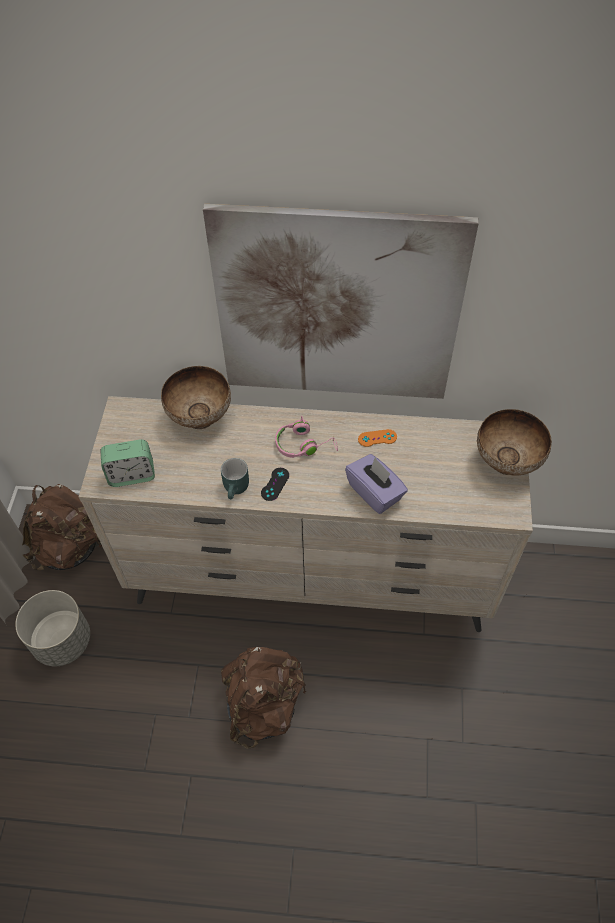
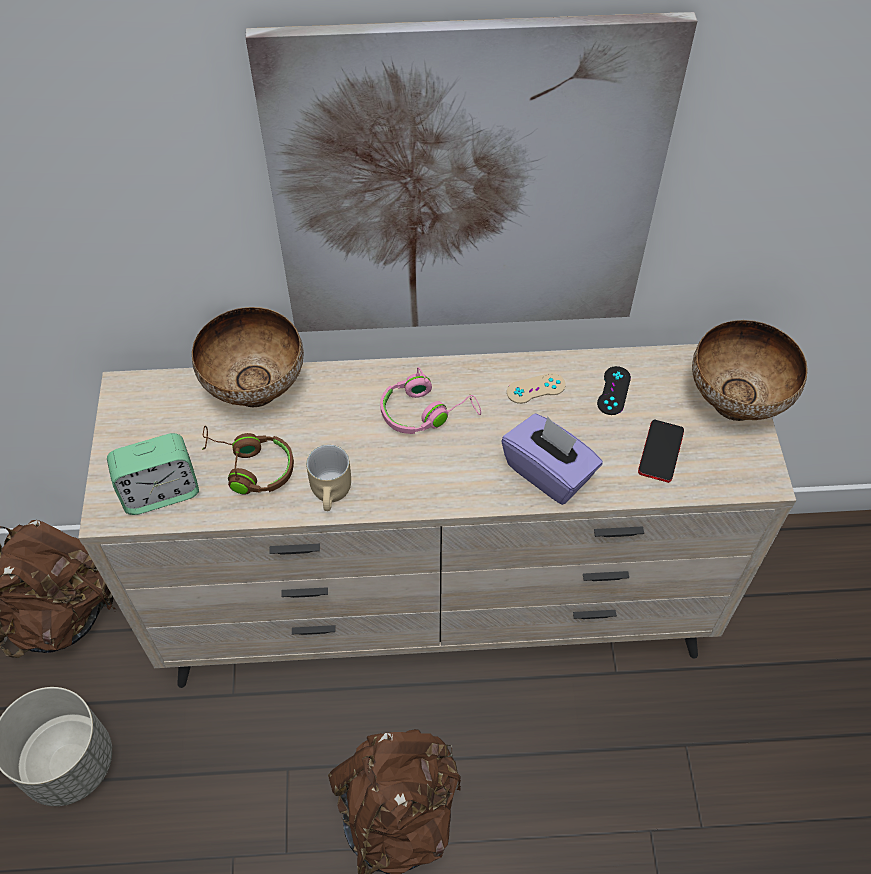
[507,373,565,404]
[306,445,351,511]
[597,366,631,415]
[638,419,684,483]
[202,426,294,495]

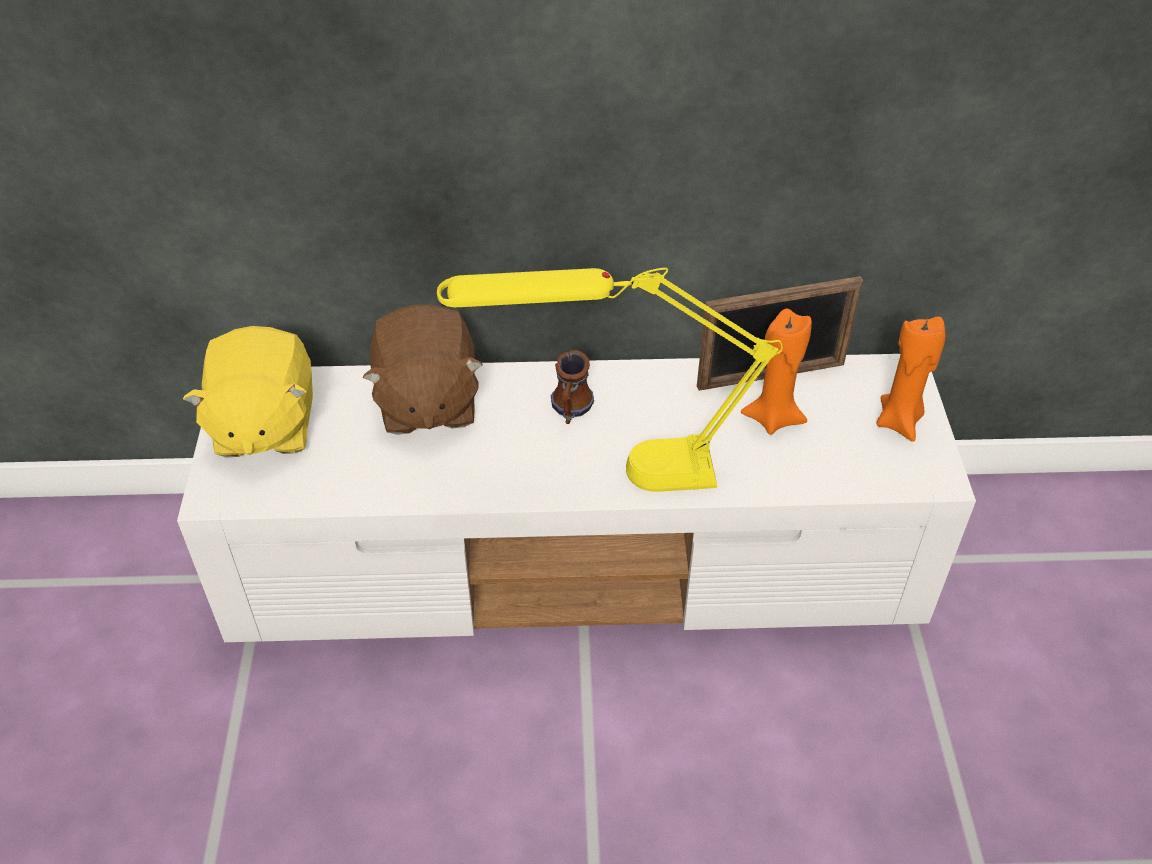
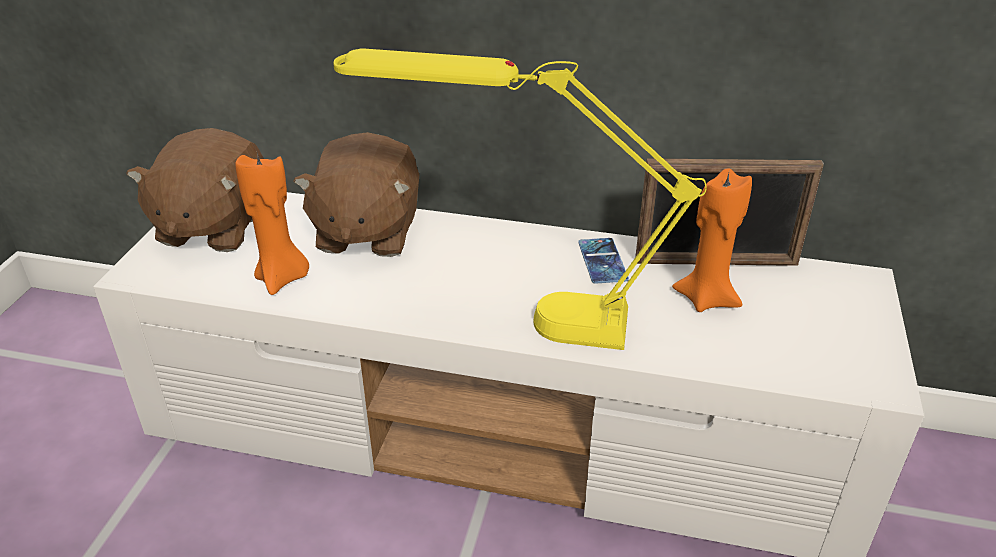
[235,153,309,295]
[126,128,264,252]
[551,350,594,424] (first image)
[578,238,629,284]

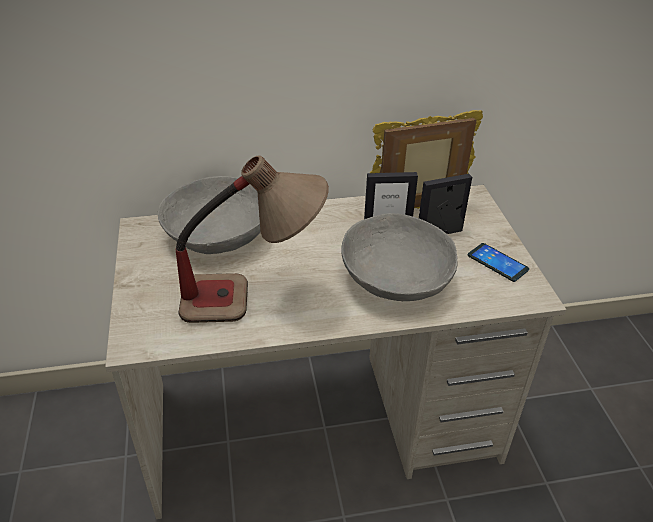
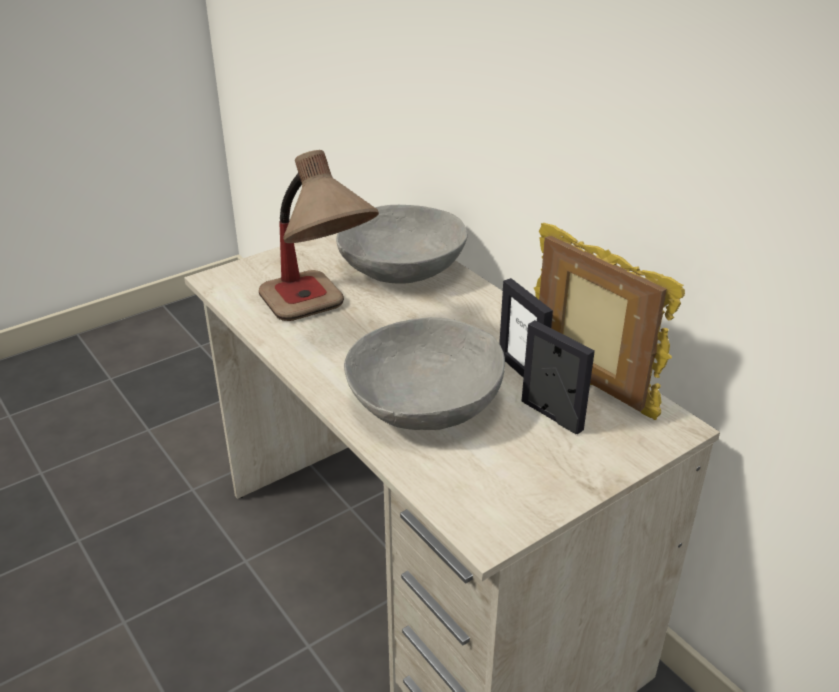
[468,243,529,282] (first image)

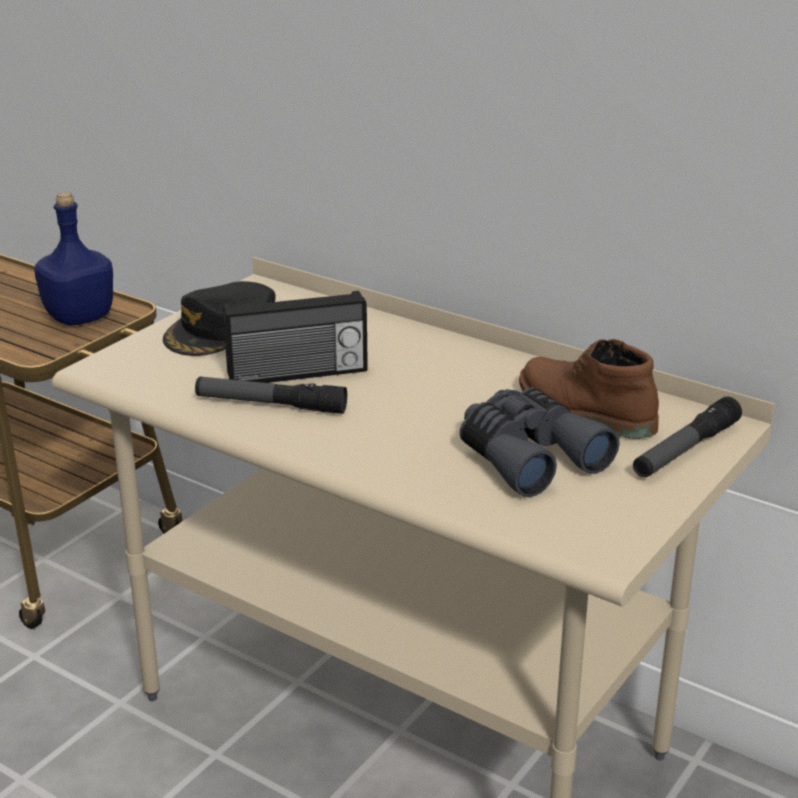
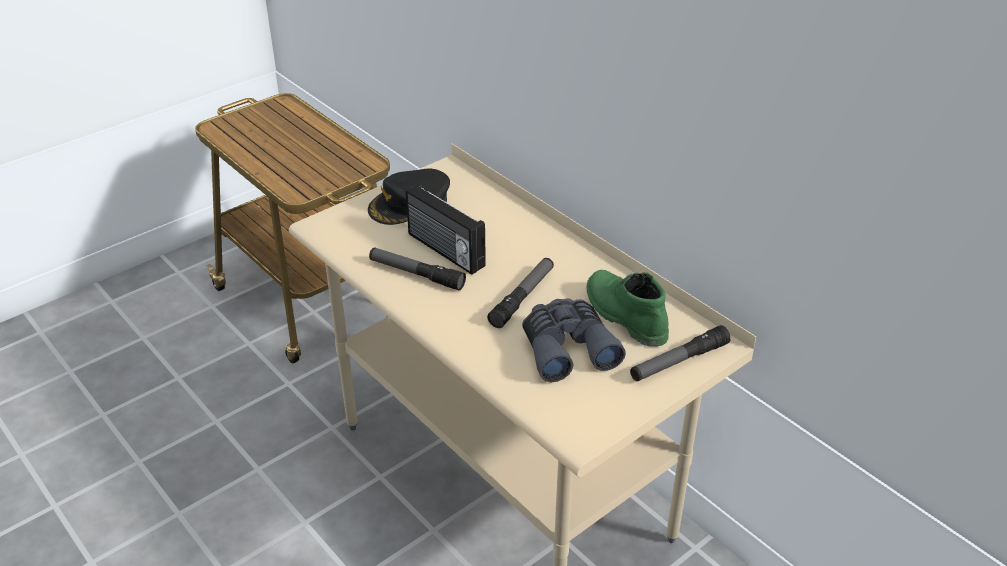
[34,192,113,326] (first image)
[406,184,486,275]
[586,270,669,347]
[487,258,554,328]

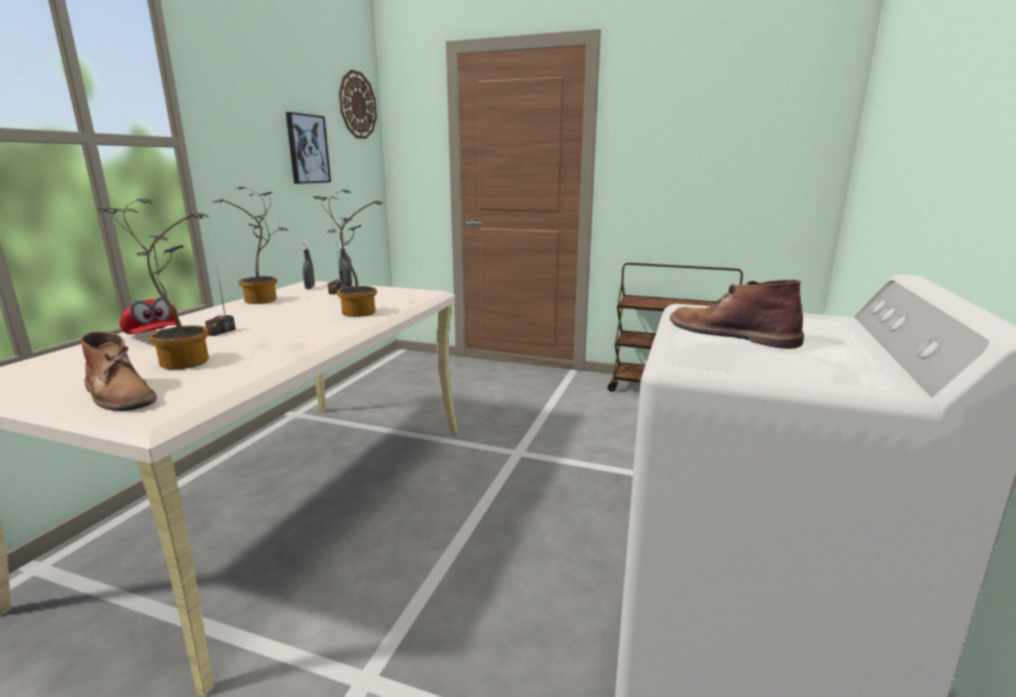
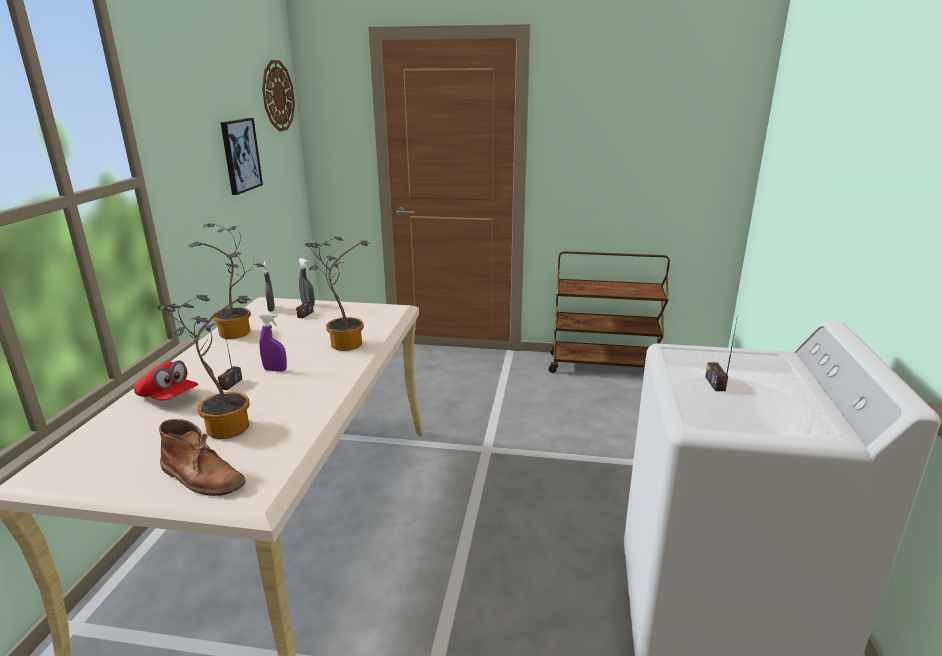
[705,315,738,391]
[259,313,287,372]

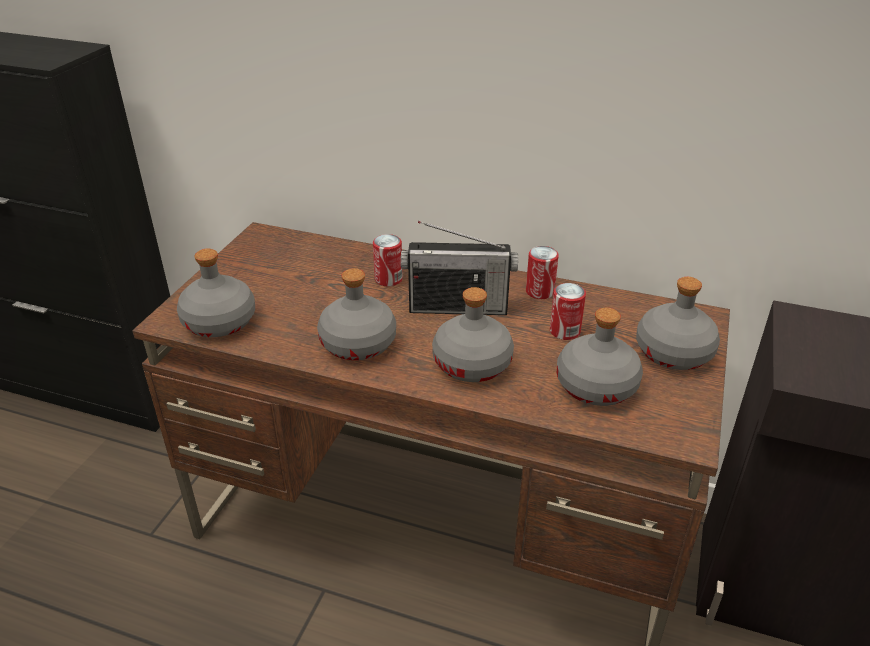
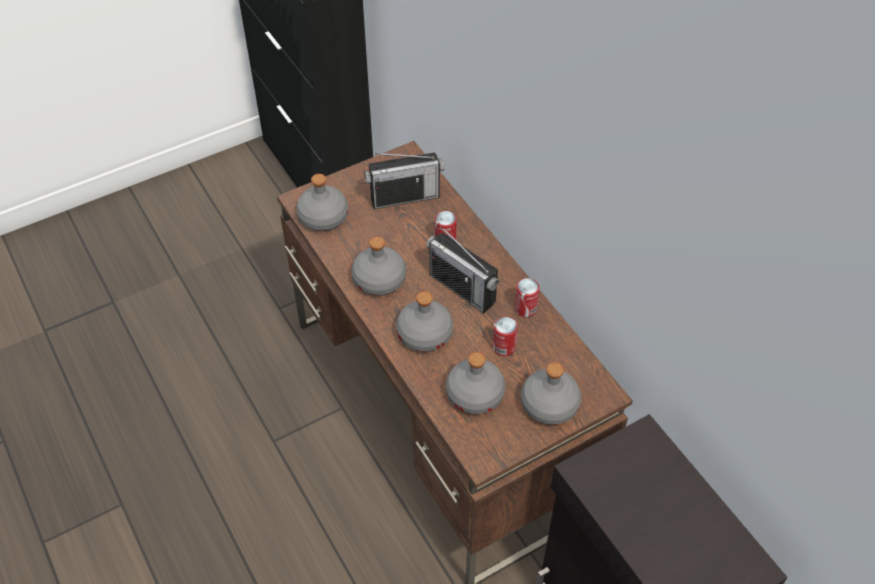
[364,153,444,209]

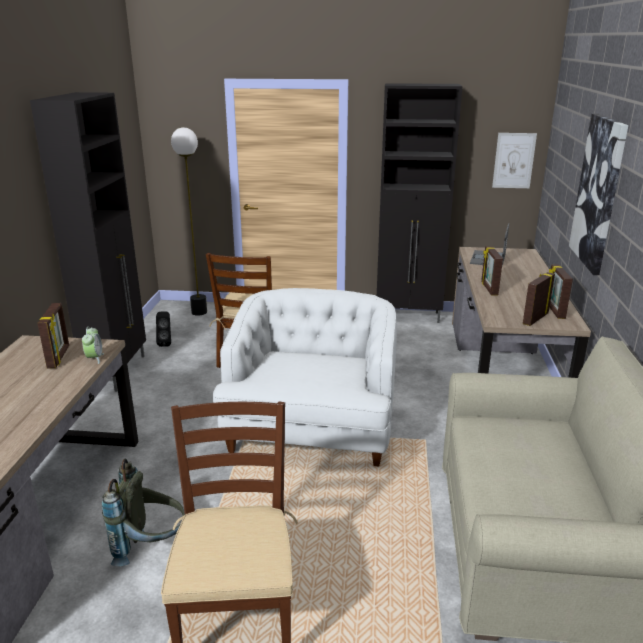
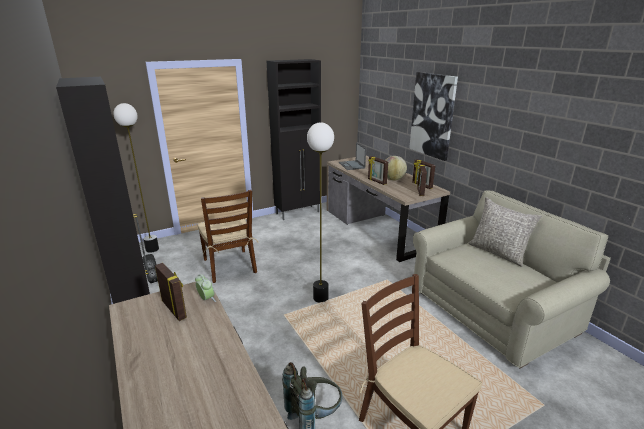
[492,133,537,188] (first image)
[307,122,334,303]
[385,156,407,180]
[469,197,542,267]

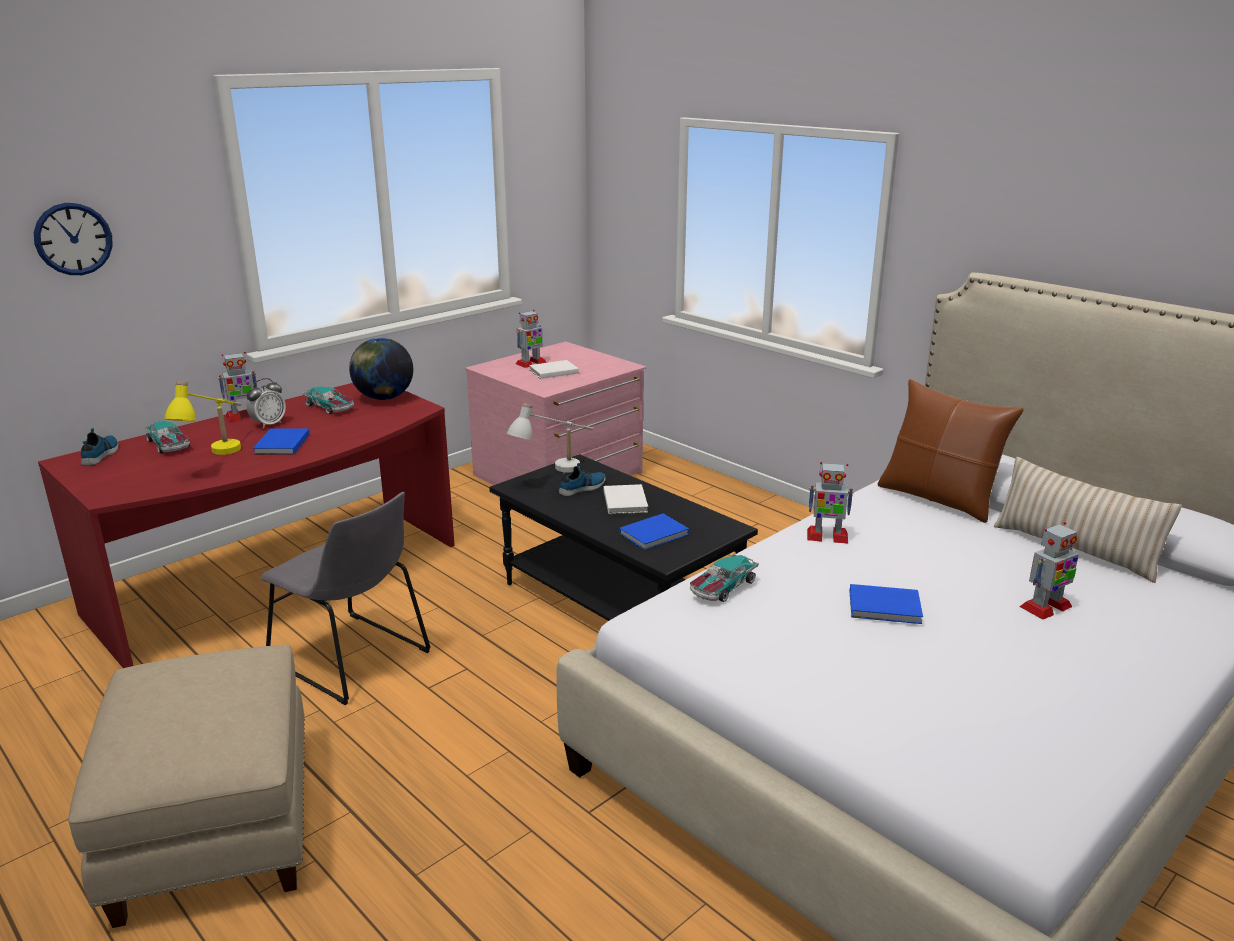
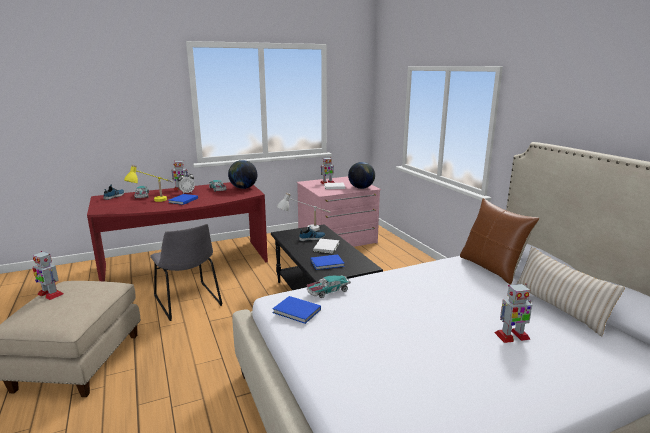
[34,203,113,275] (first image)
[33,251,63,300]
[272,296,321,324]
[348,162,375,189]

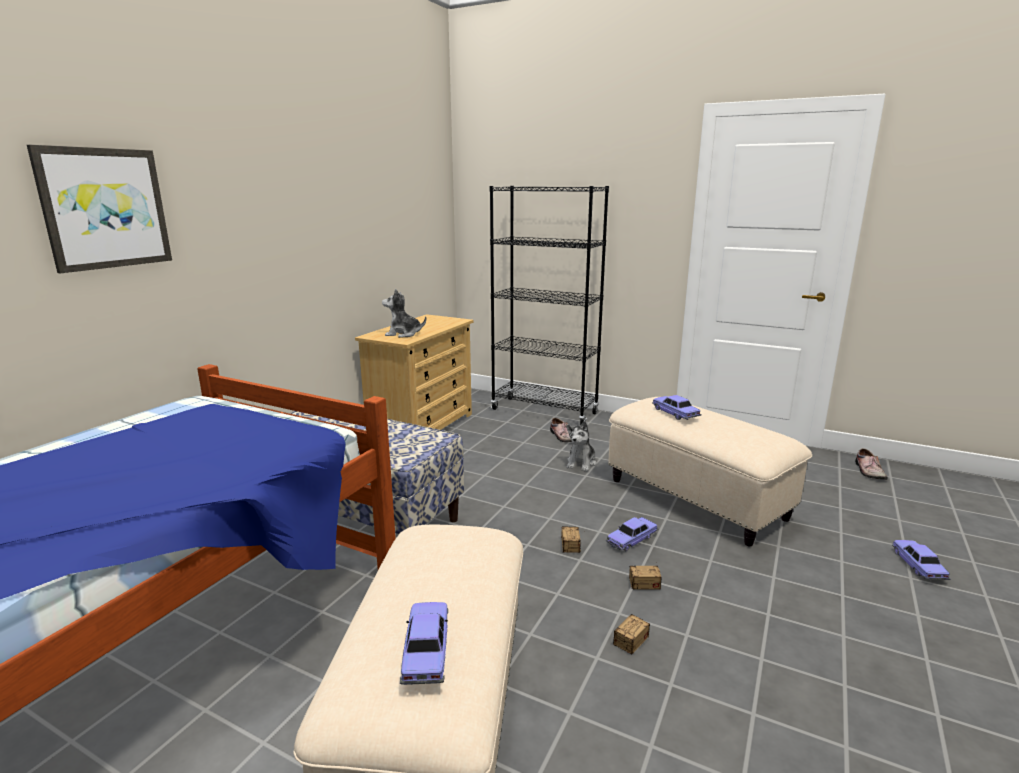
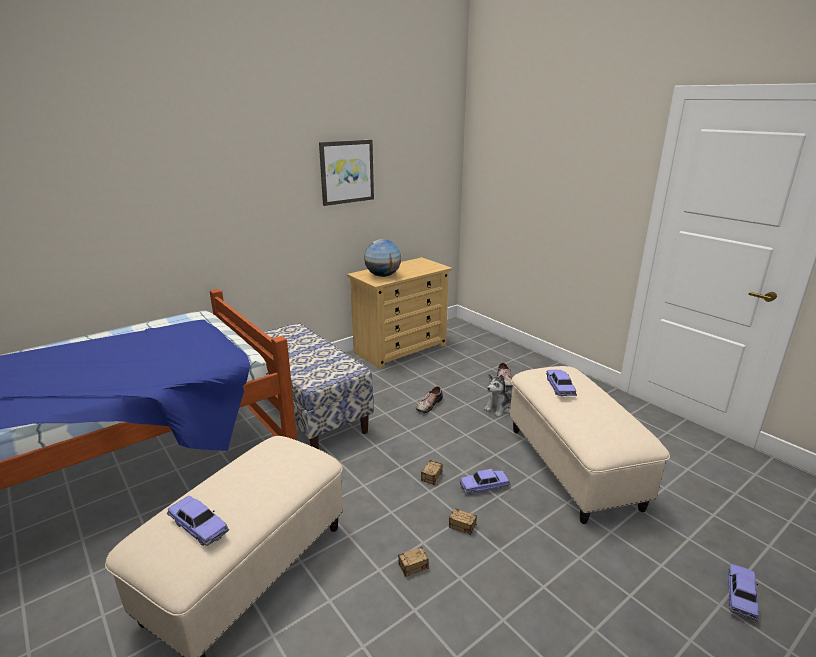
[319,140,374,206]
[490,186,609,425] (first image)
[364,239,401,277]
[416,386,443,413]
[167,496,229,546]

